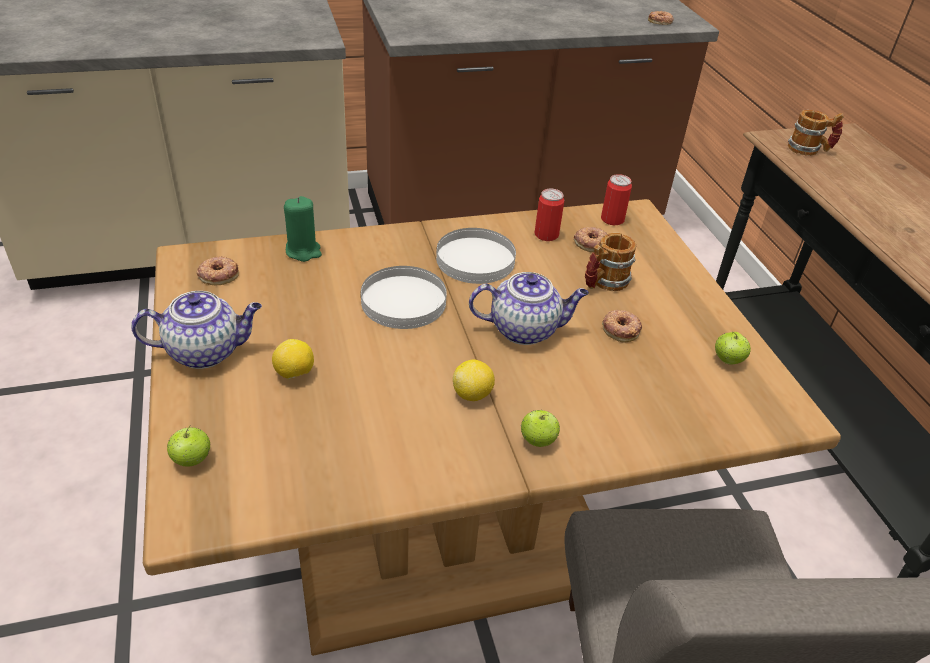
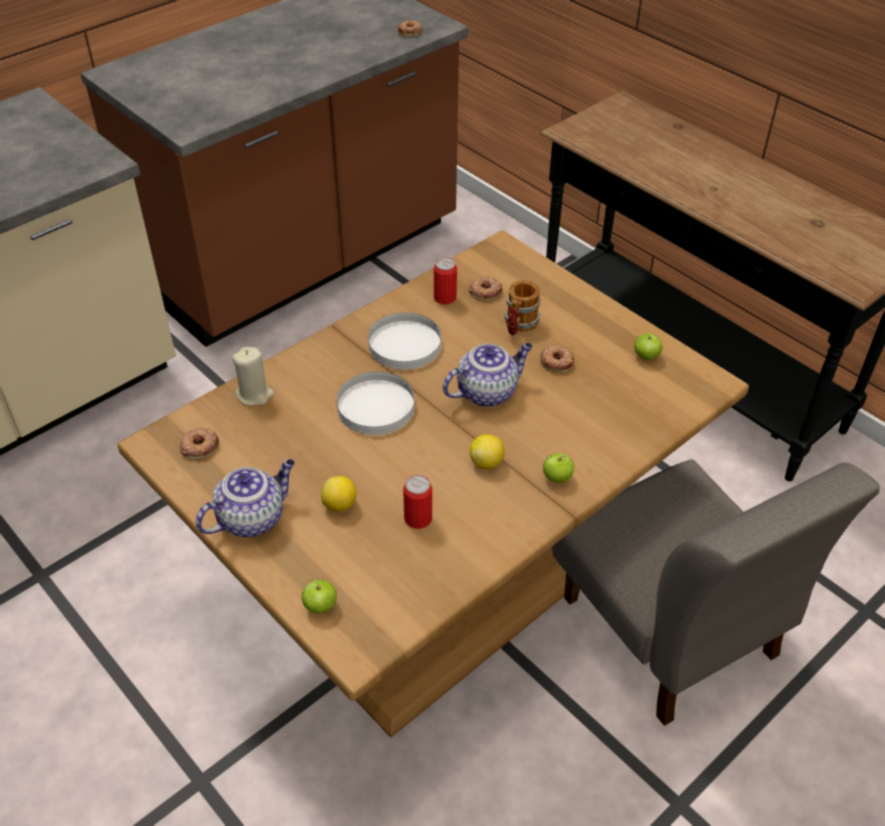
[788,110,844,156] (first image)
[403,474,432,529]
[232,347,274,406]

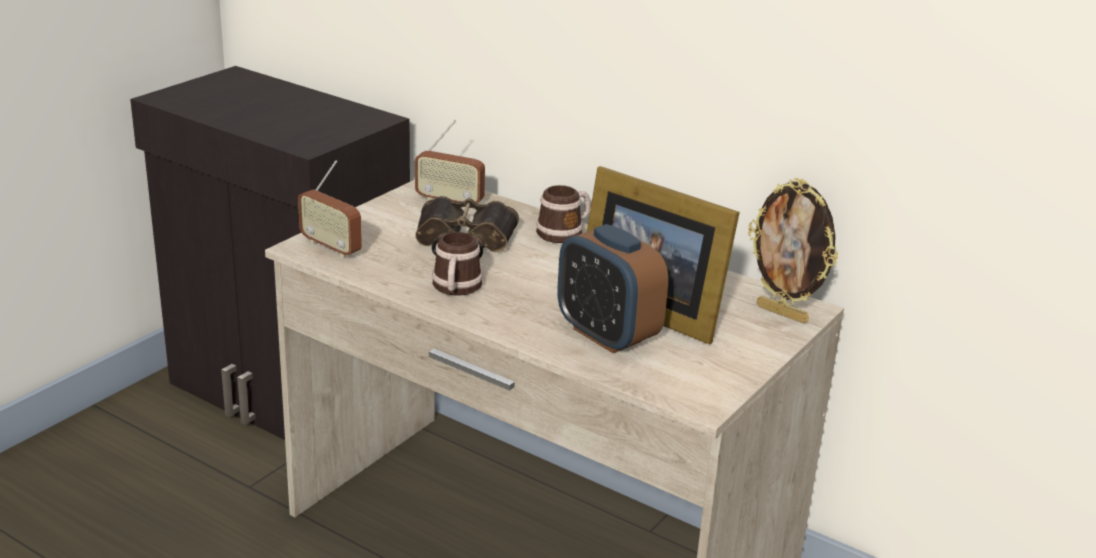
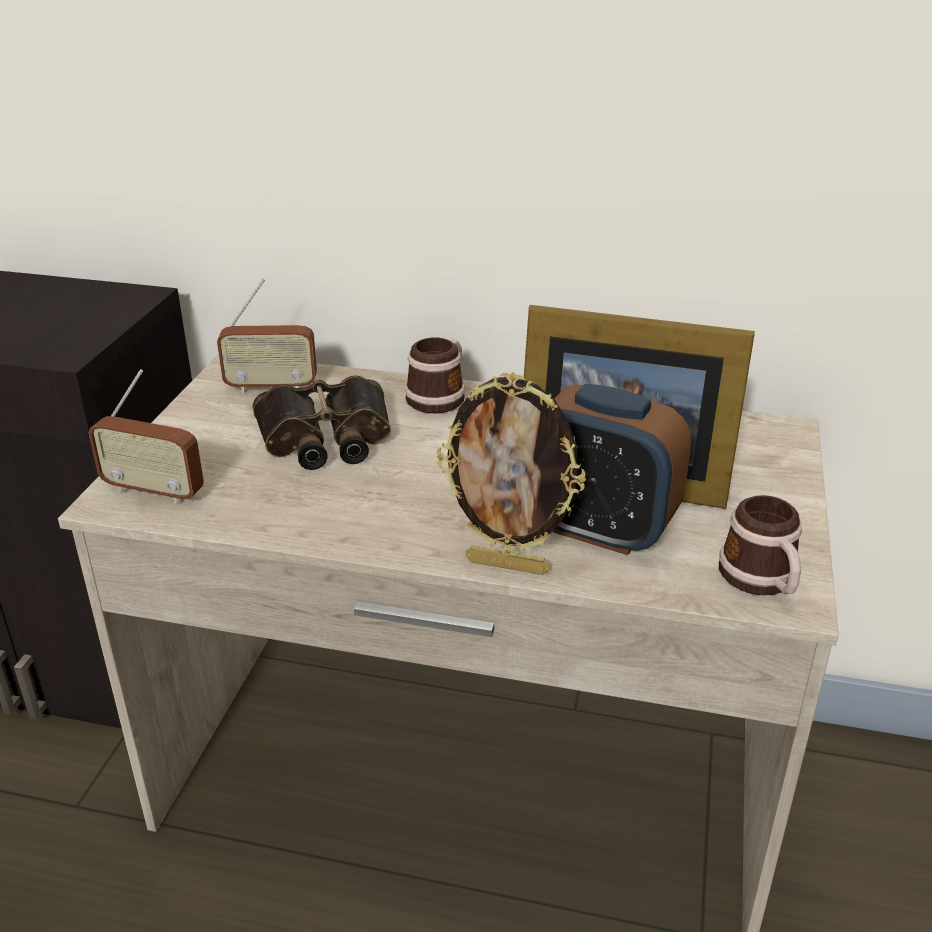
[437,372,586,575]
[719,495,802,595]

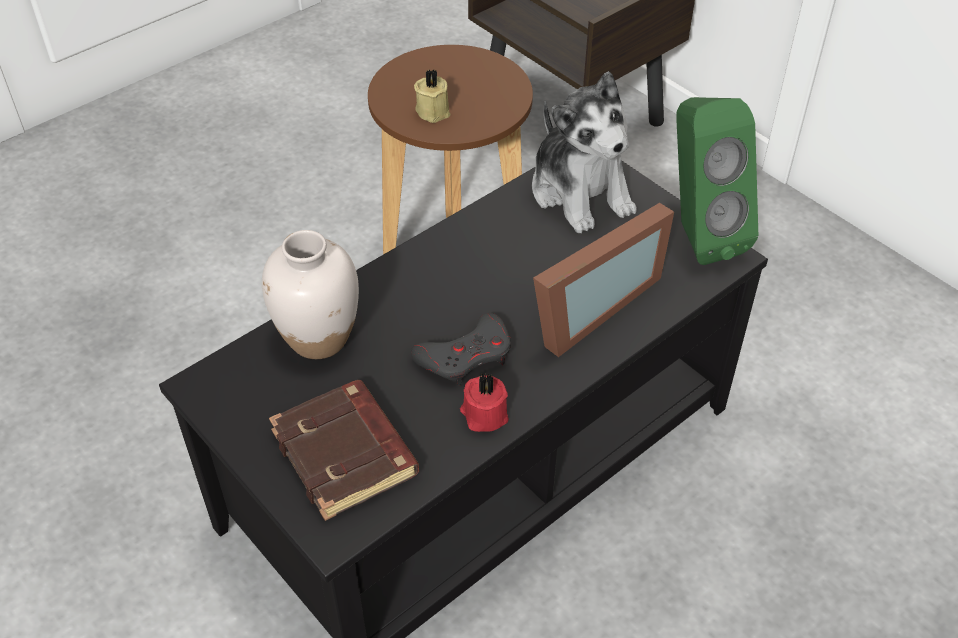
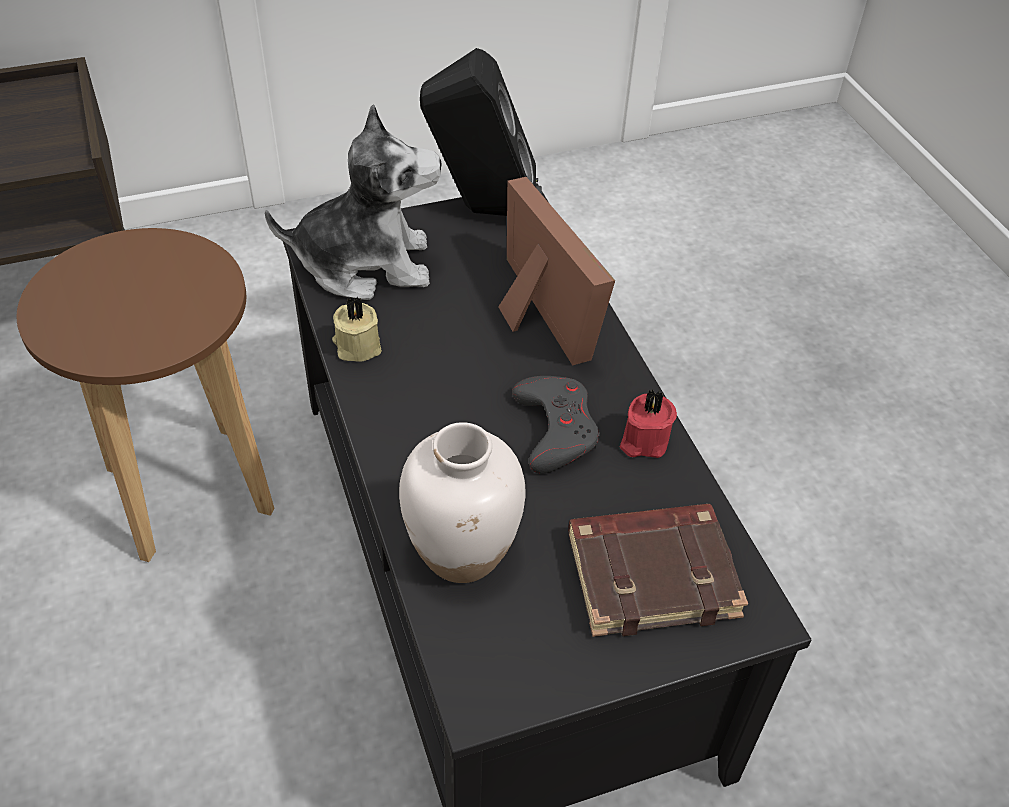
[332,297,382,362]
[420,48,542,216]

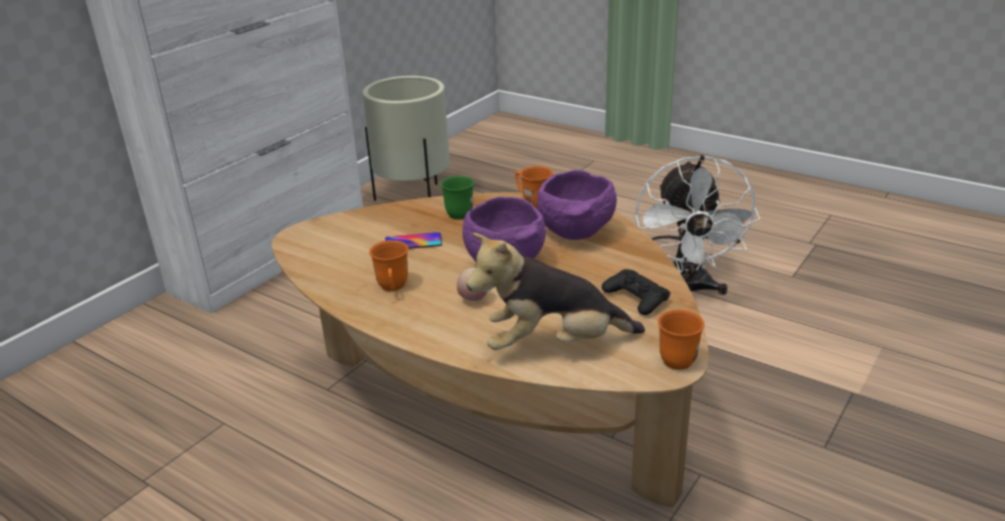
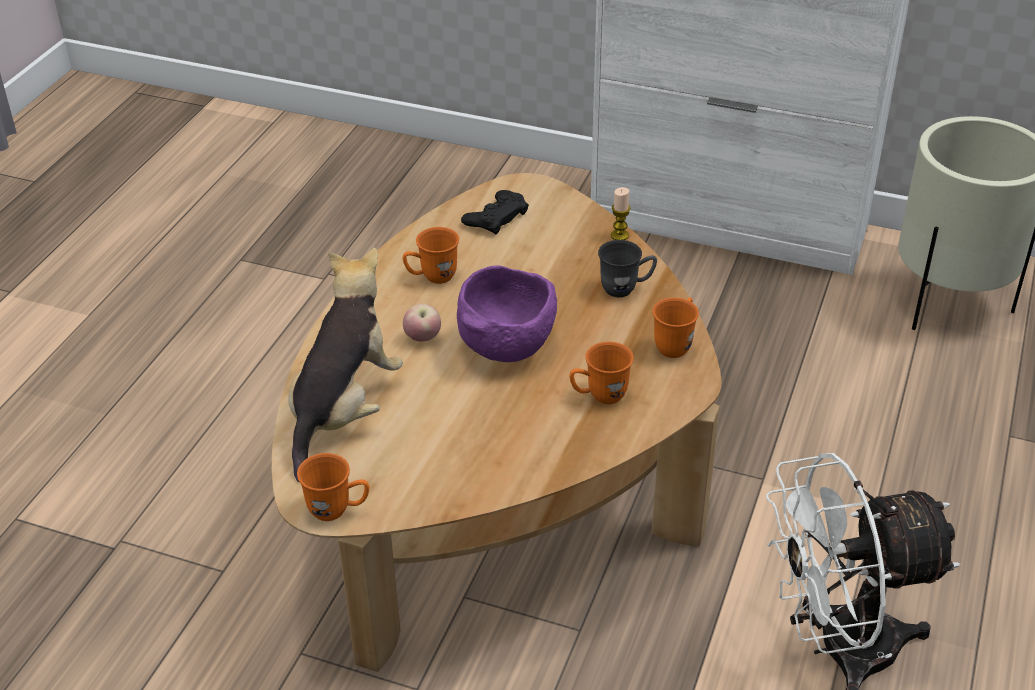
[569,341,634,404]
[598,240,657,297]
[385,232,442,249] (first image)
[289,248,403,482]
[461,190,529,234]
[611,187,630,240]

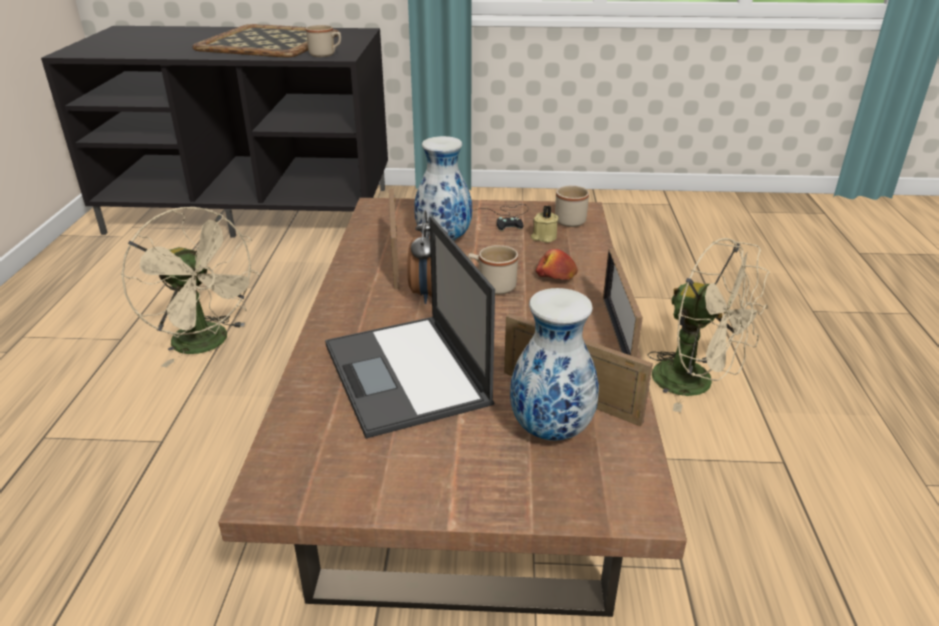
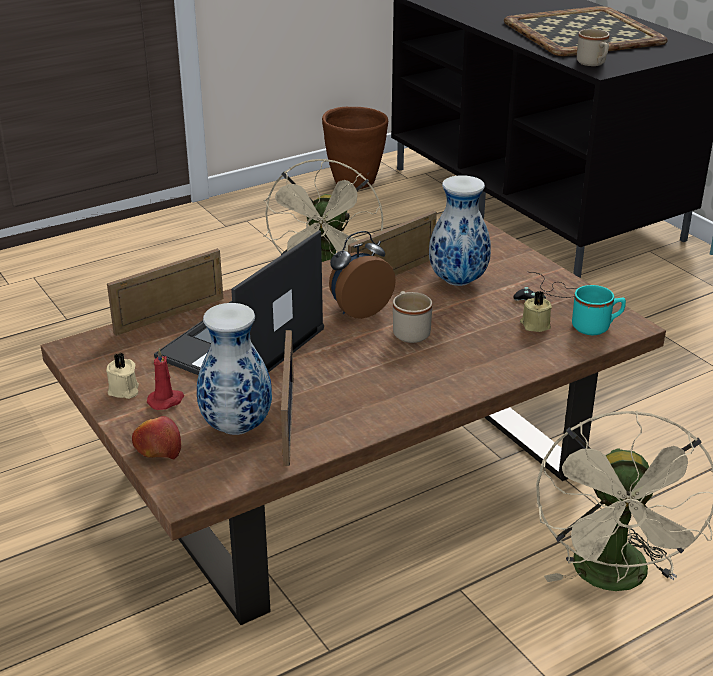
[572,285,626,335]
[107,249,223,336]
[132,416,181,459]
[322,107,388,189]
[147,348,184,410]
[106,353,139,399]

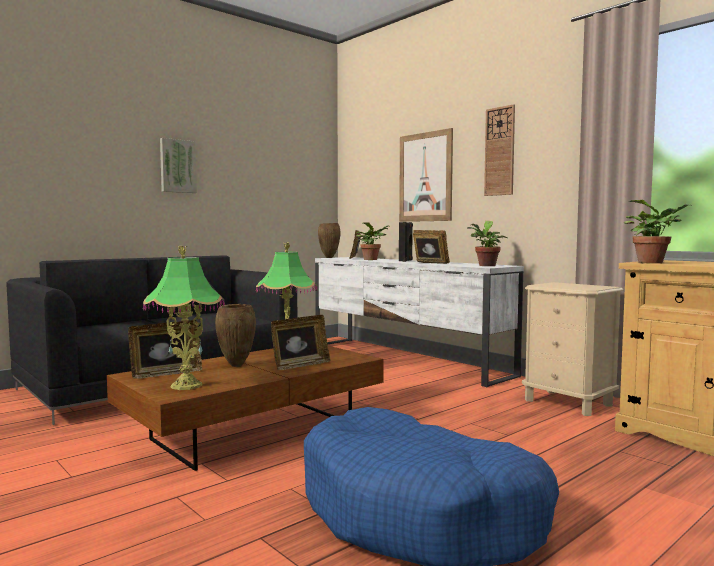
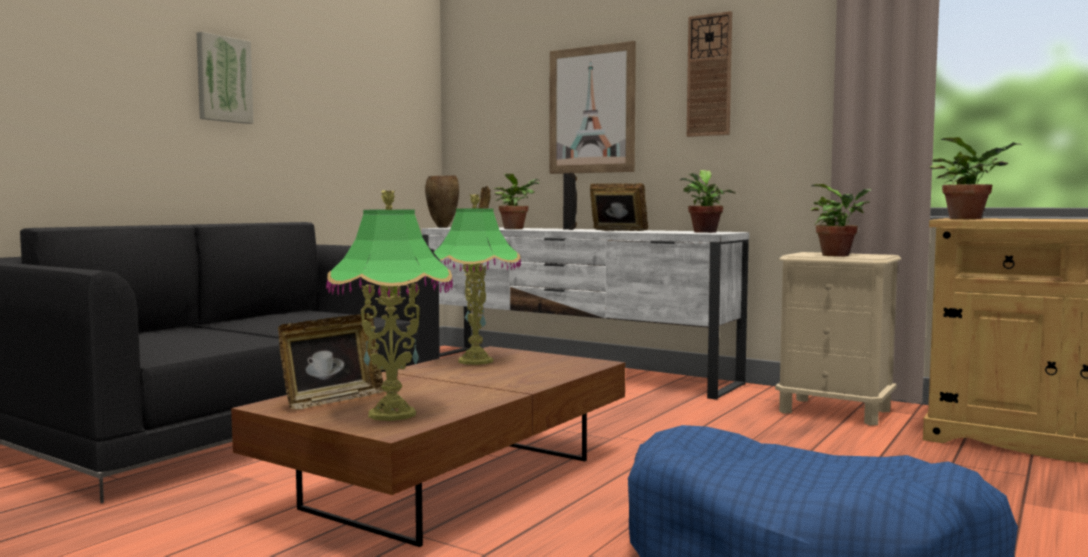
[215,304,256,367] (first image)
[271,315,331,370] (first image)
[811,184,871,256]

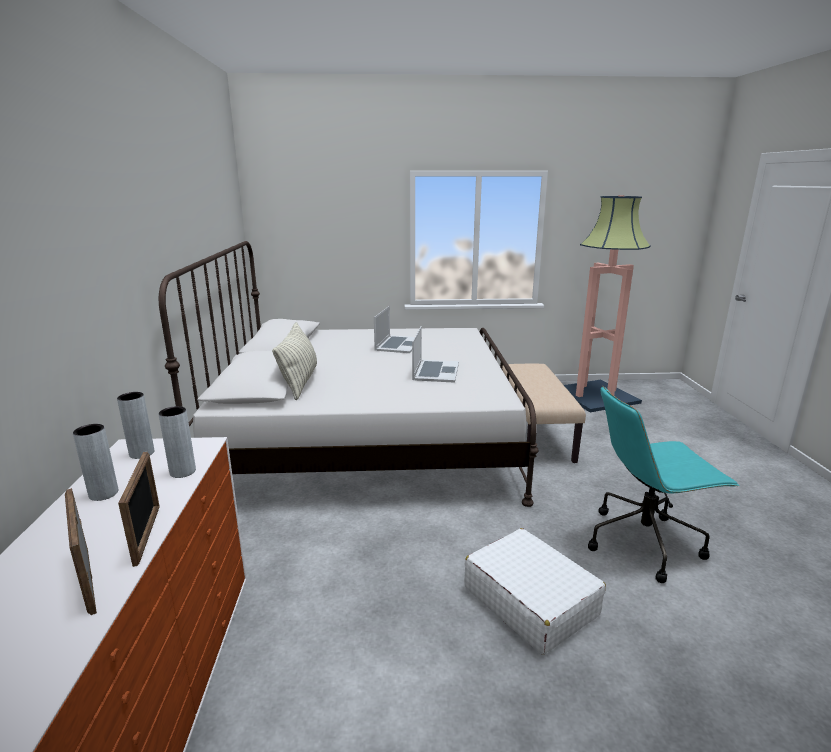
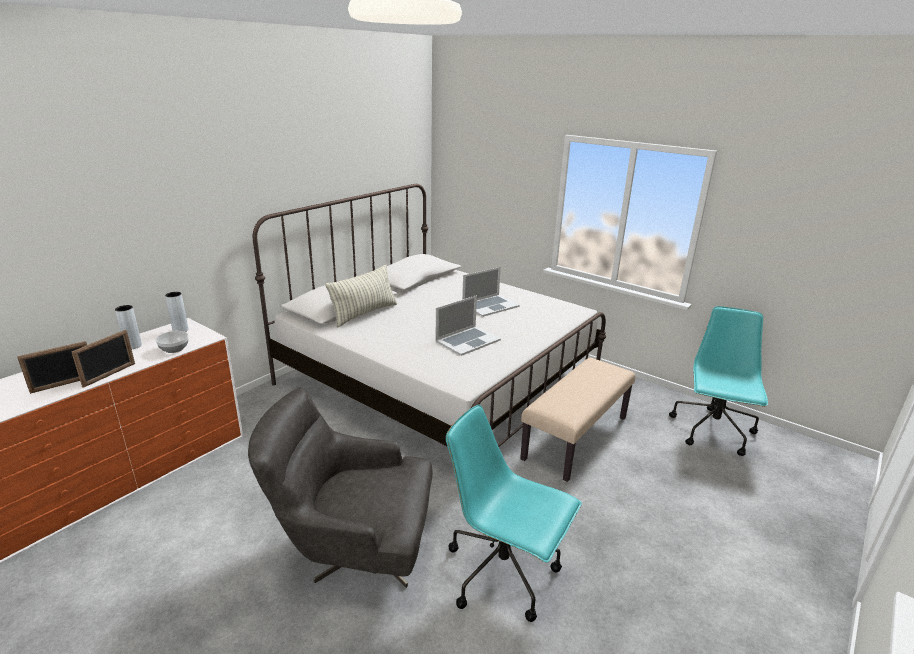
[669,306,768,456]
[156,331,189,353]
[17,341,87,394]
[248,387,433,588]

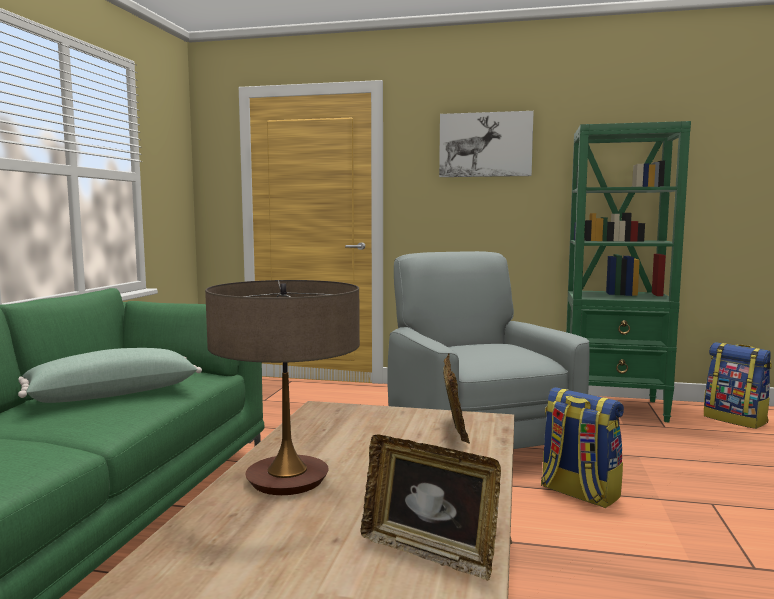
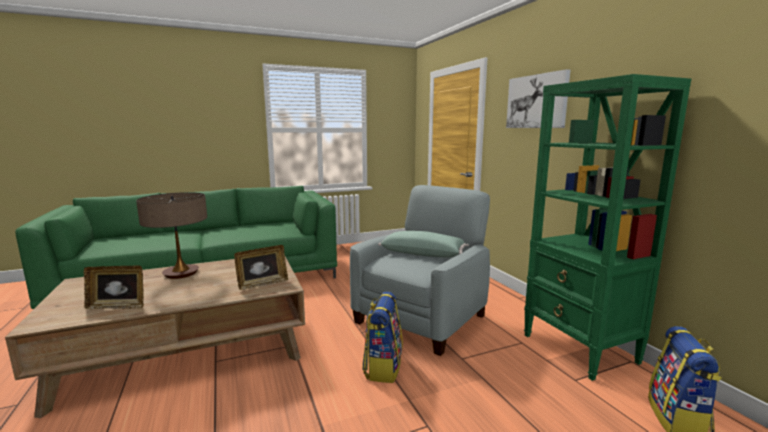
[378,231,469,258]
[83,266,144,309]

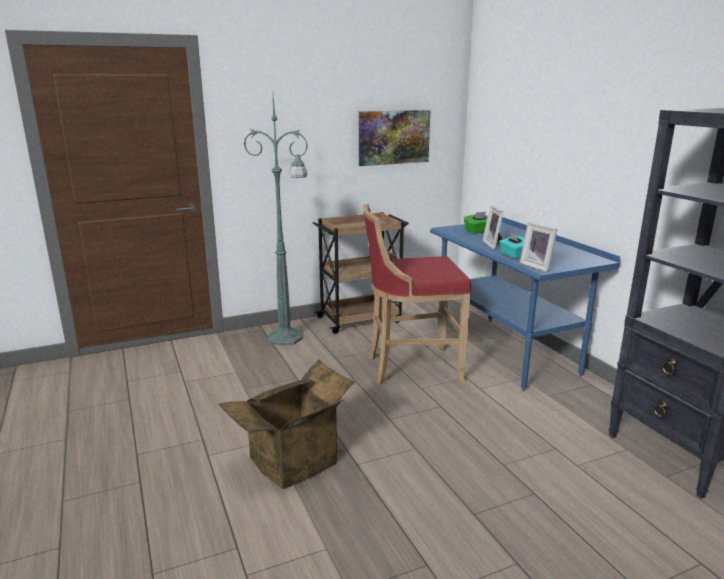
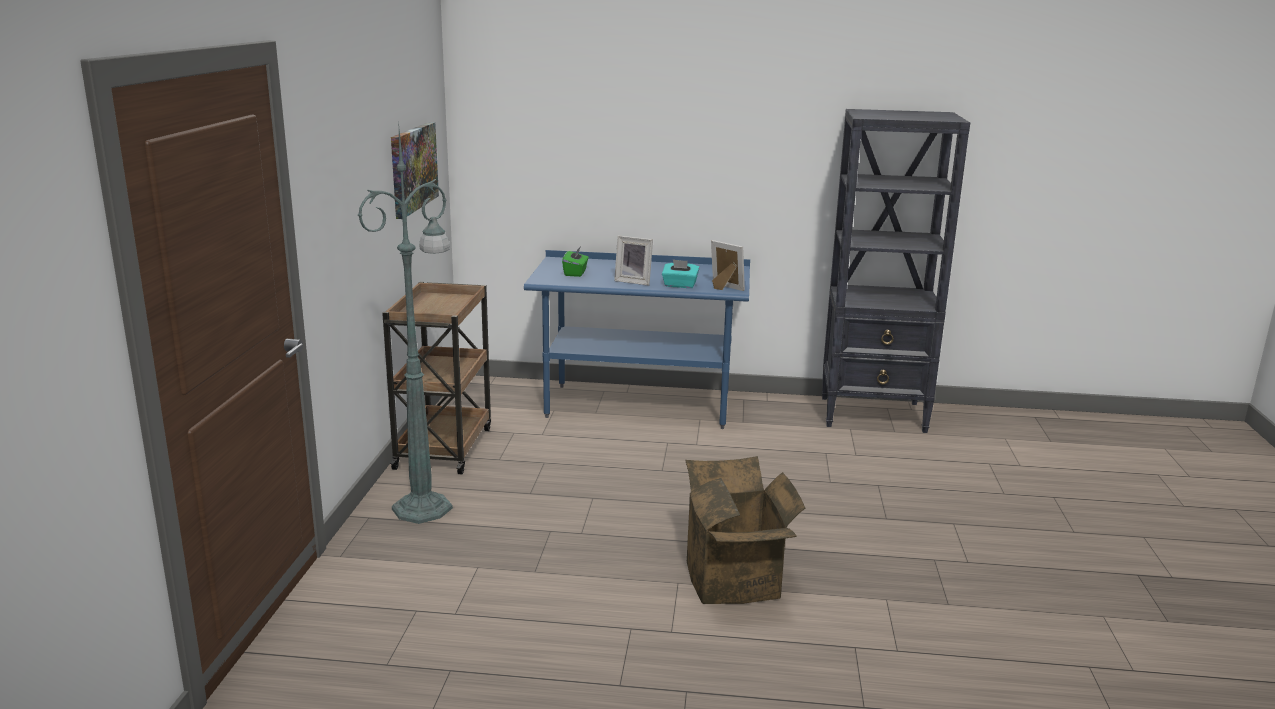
[363,204,471,385] (first image)
[711,240,745,291]

